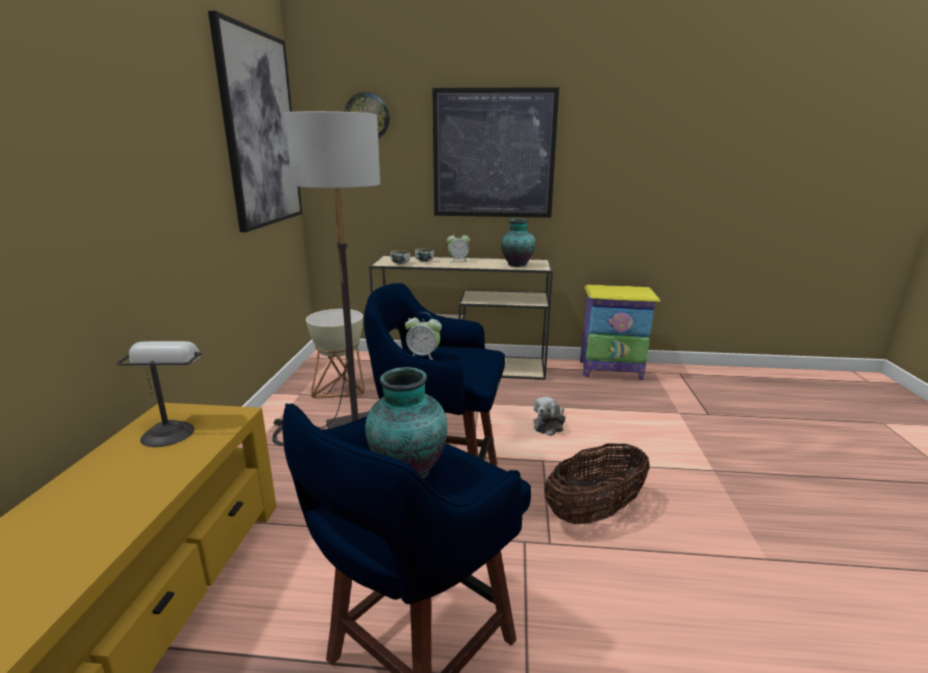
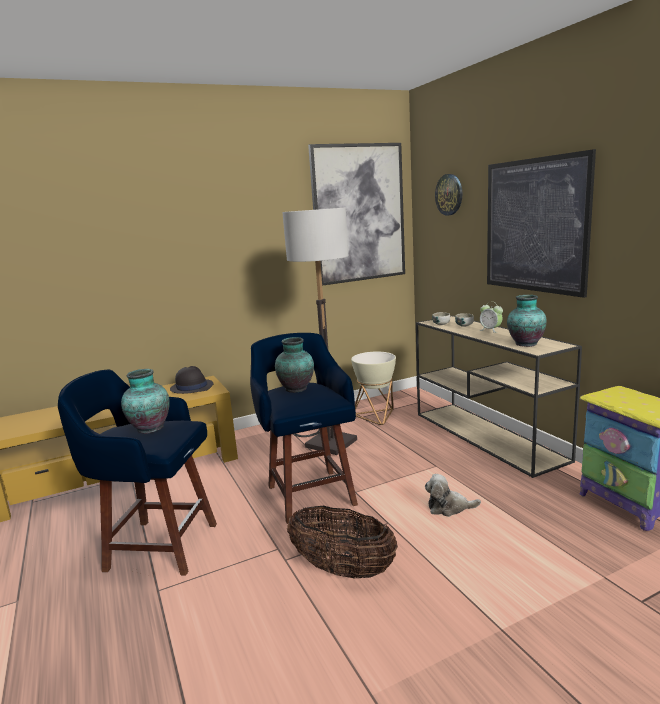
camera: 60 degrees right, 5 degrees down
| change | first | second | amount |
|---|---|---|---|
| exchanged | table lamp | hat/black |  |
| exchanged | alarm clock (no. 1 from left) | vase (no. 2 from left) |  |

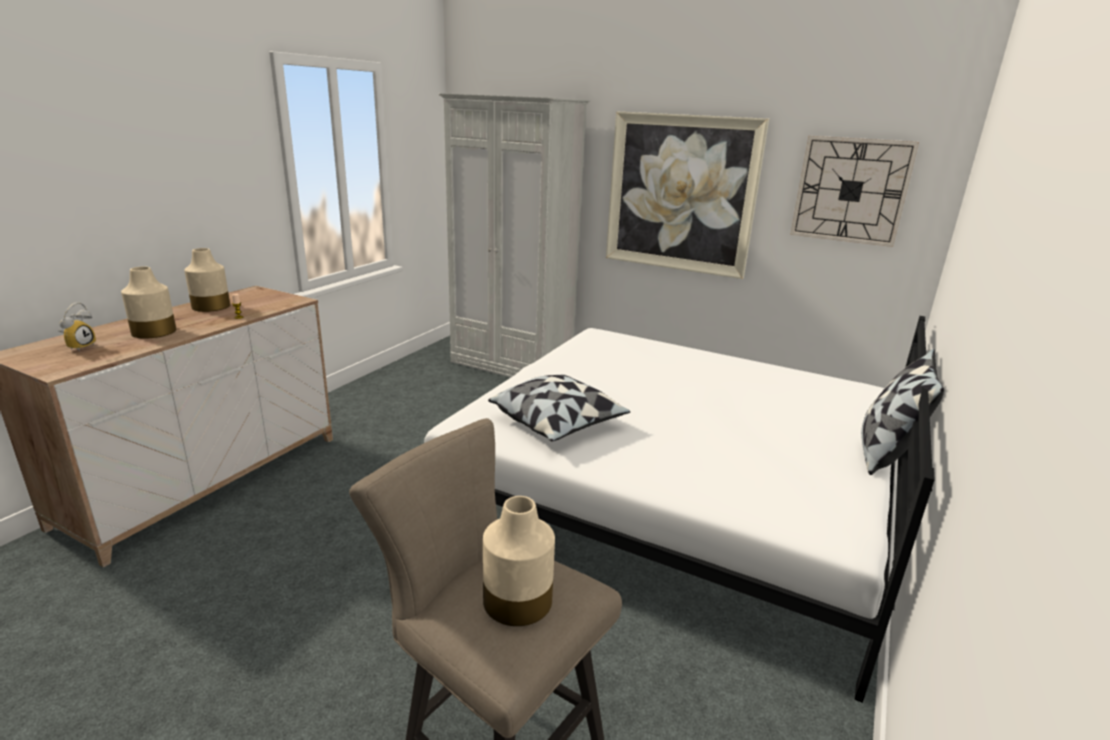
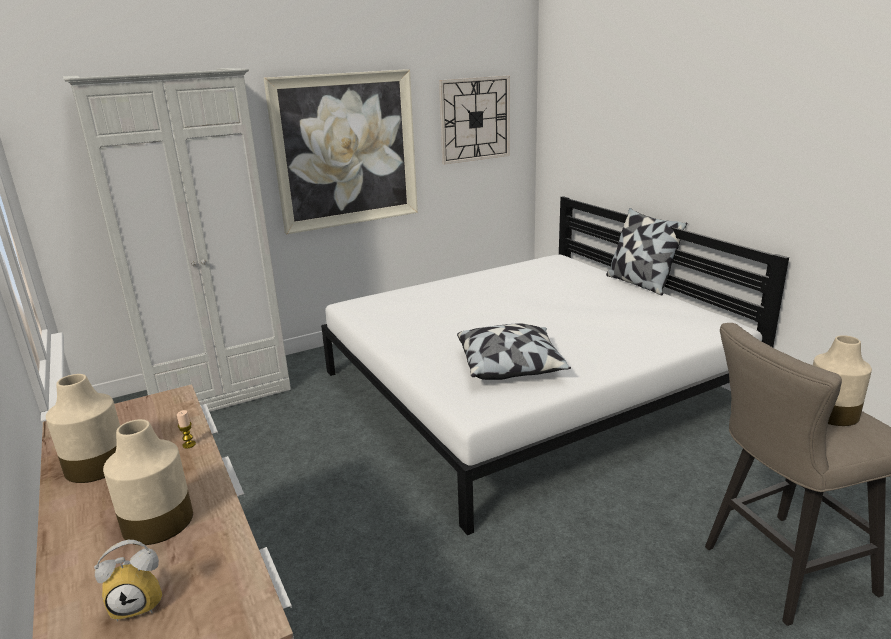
camera: 55 degrees left, 0 degrees up
| change | first | second | amount |
|---|---|---|---|
| spun | alarm clock |  | 120 degrees clockwise |

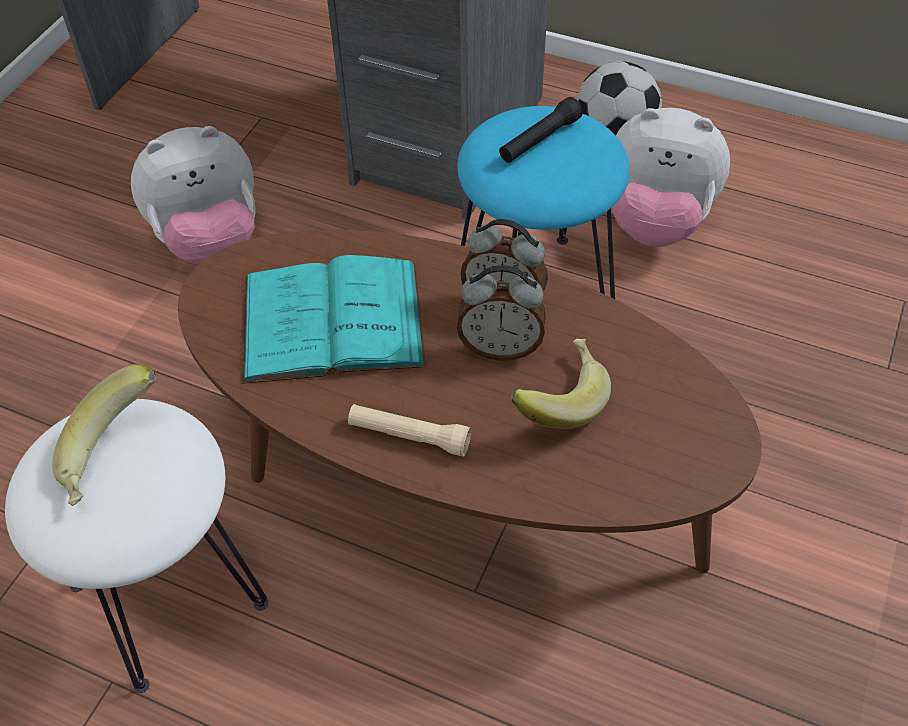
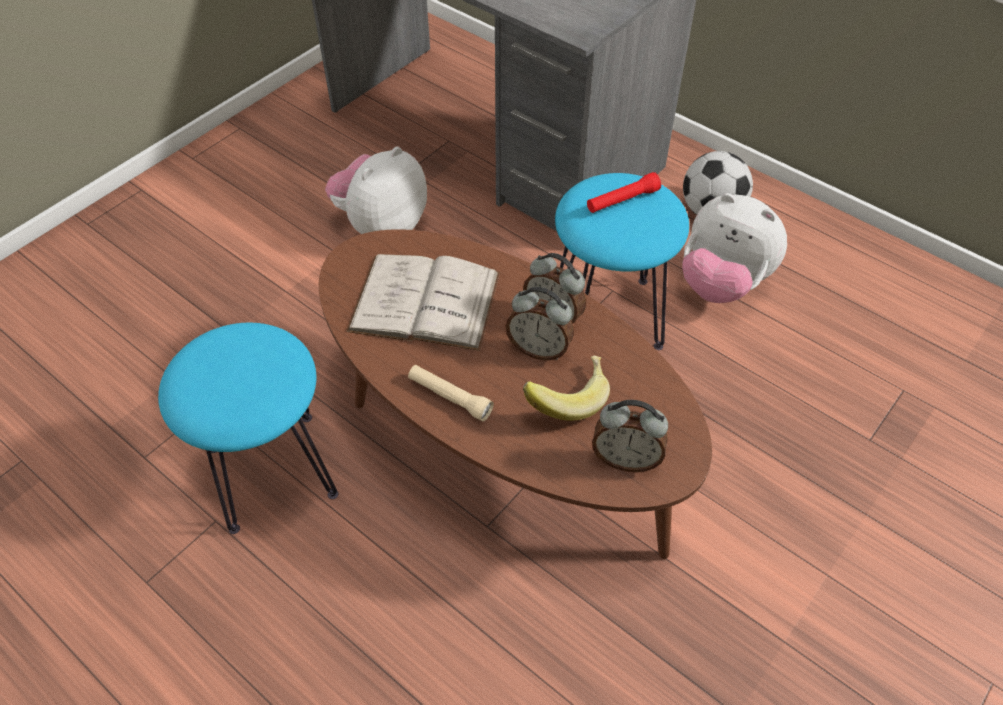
camera: 15 degrees right, 0 degrees up
| change | first | second | amount |
|---|---|---|---|
| colour | stool/white | stool/turquoise (no. 1 from left) |  |
| missing | banana (no. 1 from left) |  |  |
| spun | plush toy (no. 1 from left) |  | 135 degrees clockwise |
| colour | book/turquoise | book/white |  |
| colour | flashlight/black | flashlight/red |  |
| appeared |  | alarm clock (no. 3 from left) |  |

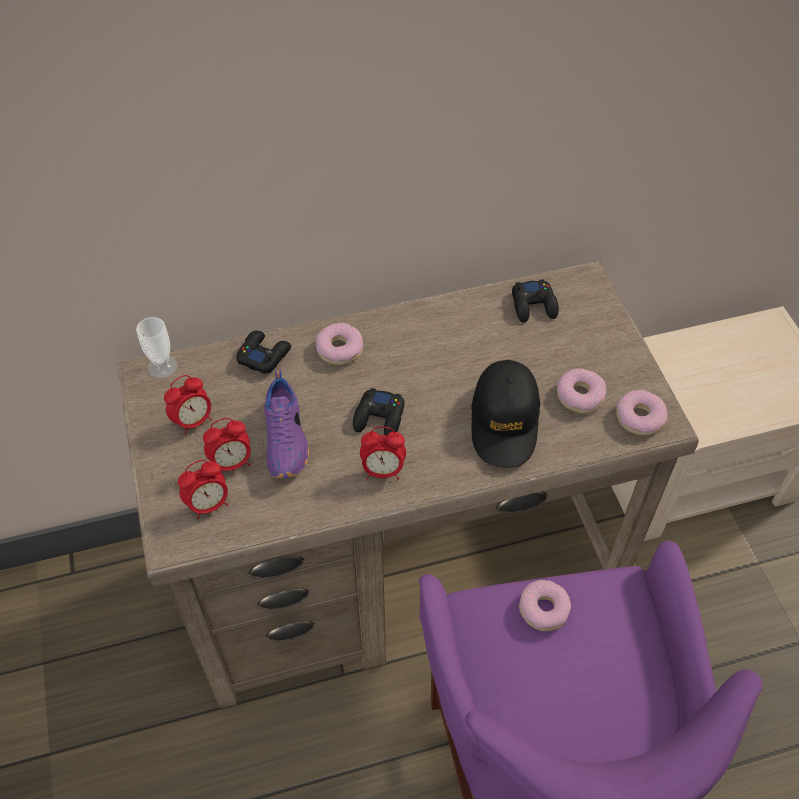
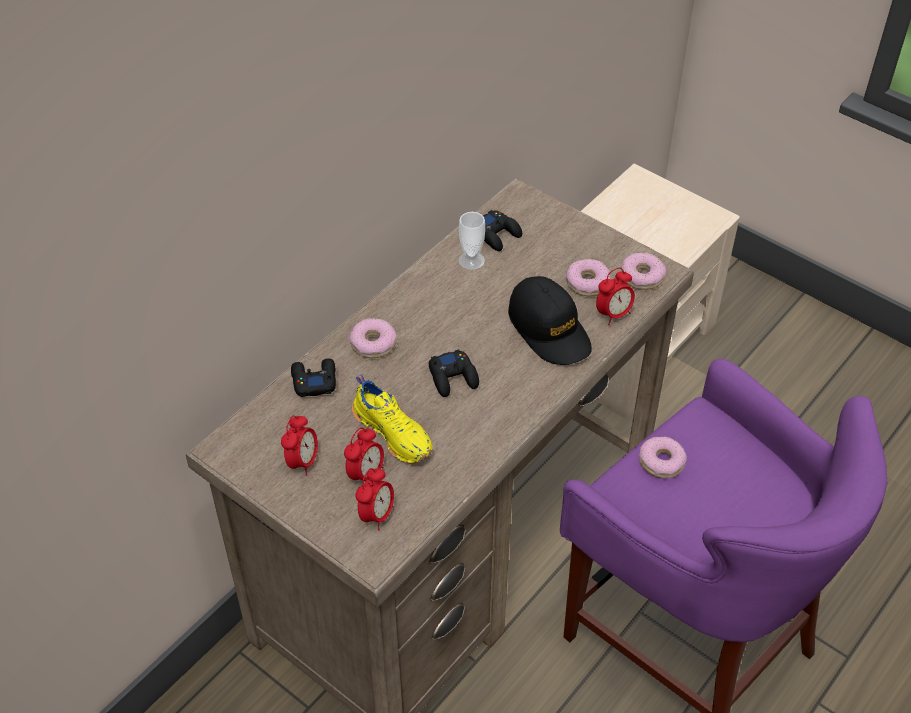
camera: 35 degrees left, 5 degrees down
| change | first | second | amount |
|---|---|---|---|
| relocated | cup |  |  |
| colour | shoe/purple | shoe/yellow |  |
| relocated | alarm clock (no. 4 from left) |  |  |

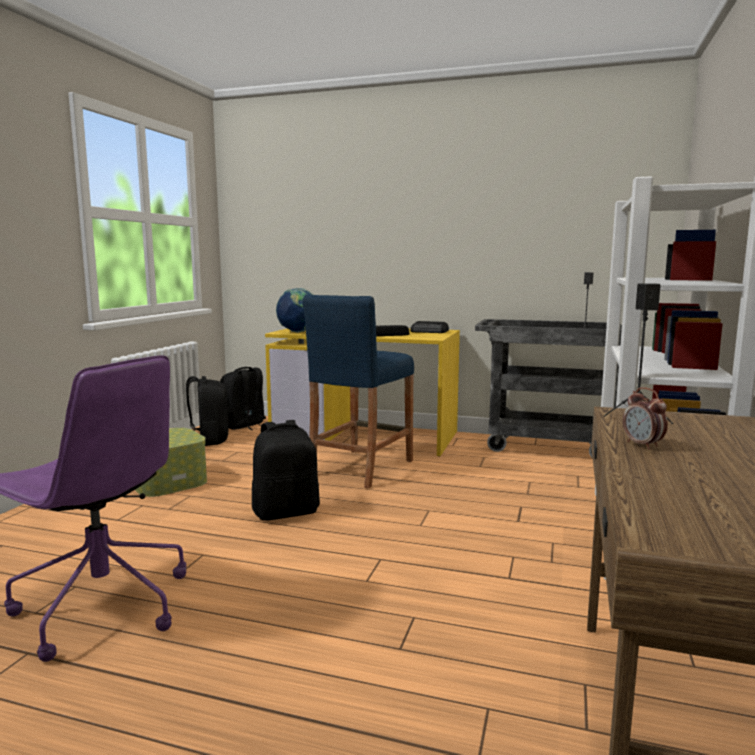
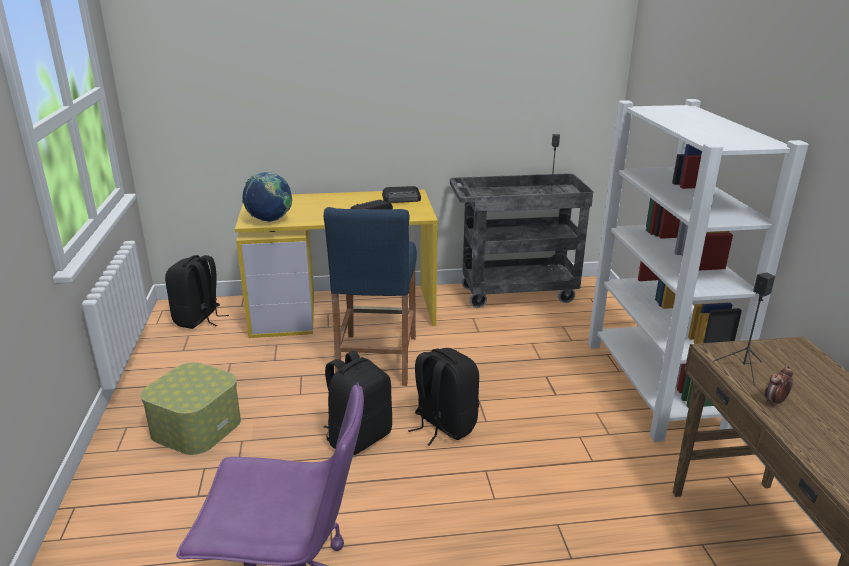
camera: 25 degrees left, 15 degrees up
| change | first | second | amount |
|---|---|---|---|
| relocated | backpack/black (no. 1 from left in the first image) | backpack/black (no. 3 from left) |  |
| spun | alarm clock |  | 105 degrees clockwise |

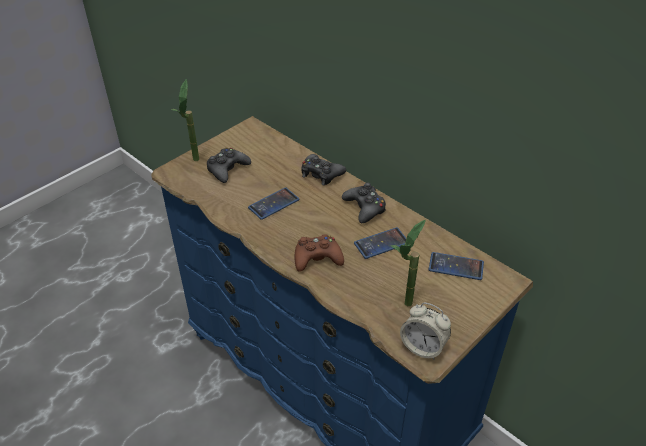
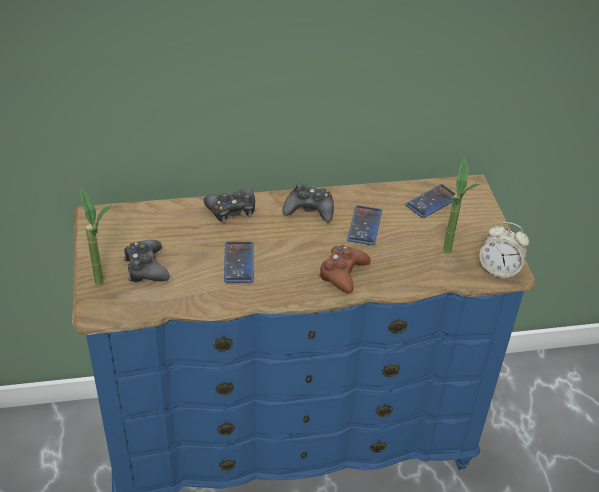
camera: 55 degrees left, 0 degrees up
| change | first | second | amount |
|---|---|---|---|
| spun | alarm clock |  | 45 degrees clockwise |

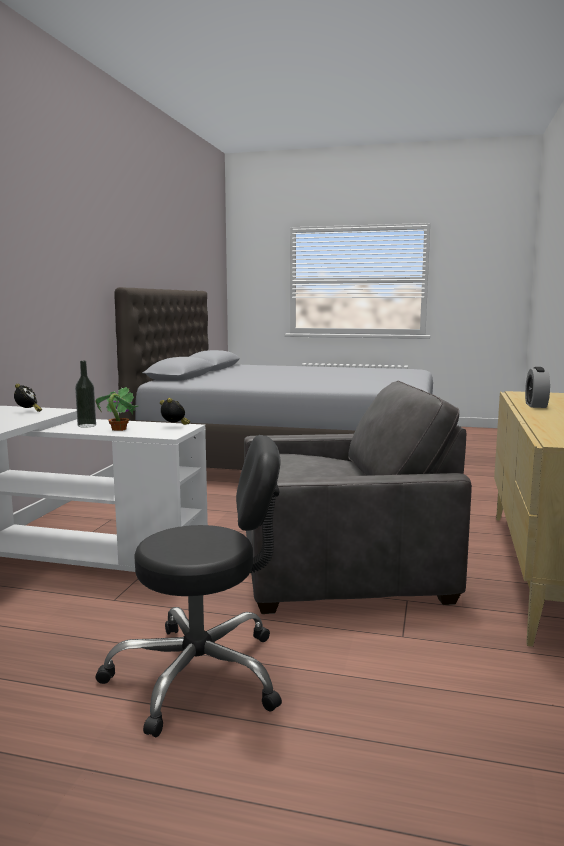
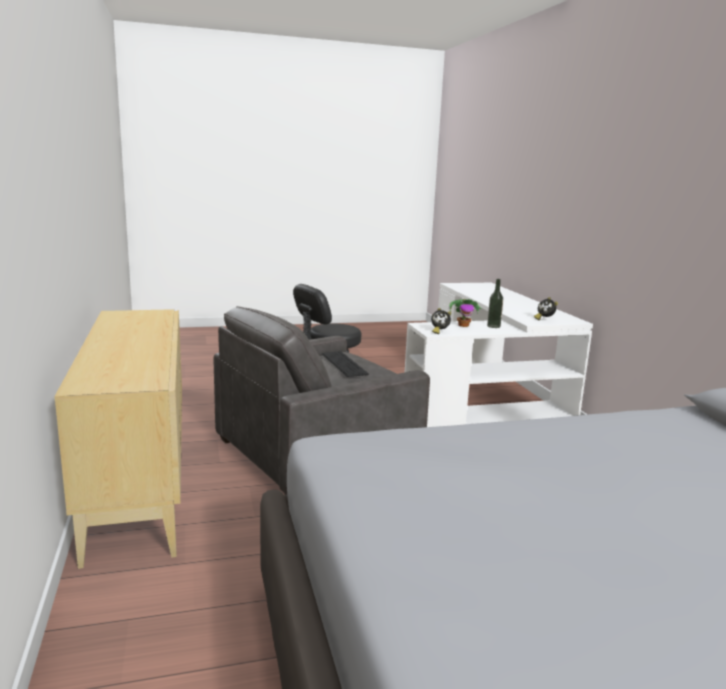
camera: 150 degrees right, 5 degrees up
| change | first | second | amount |
|---|---|---|---|
| missing | alarm clock (no. 3 from left) |  |  |
| appeared |  | keyboard |  |

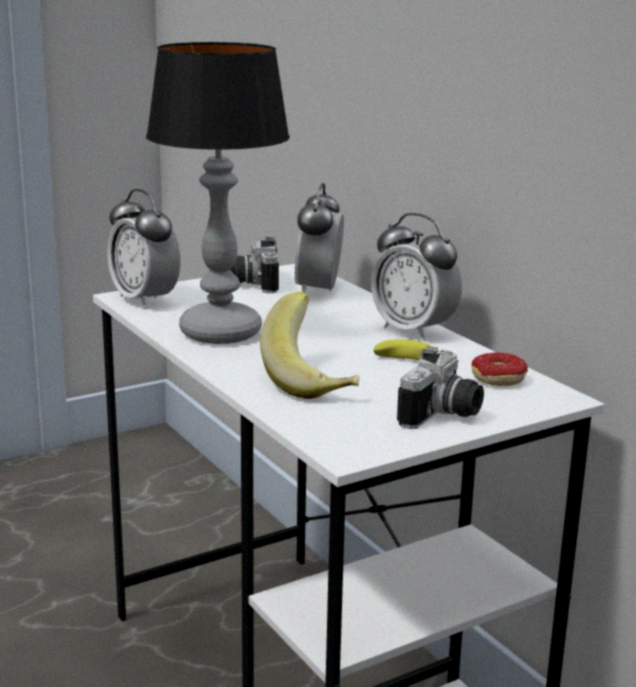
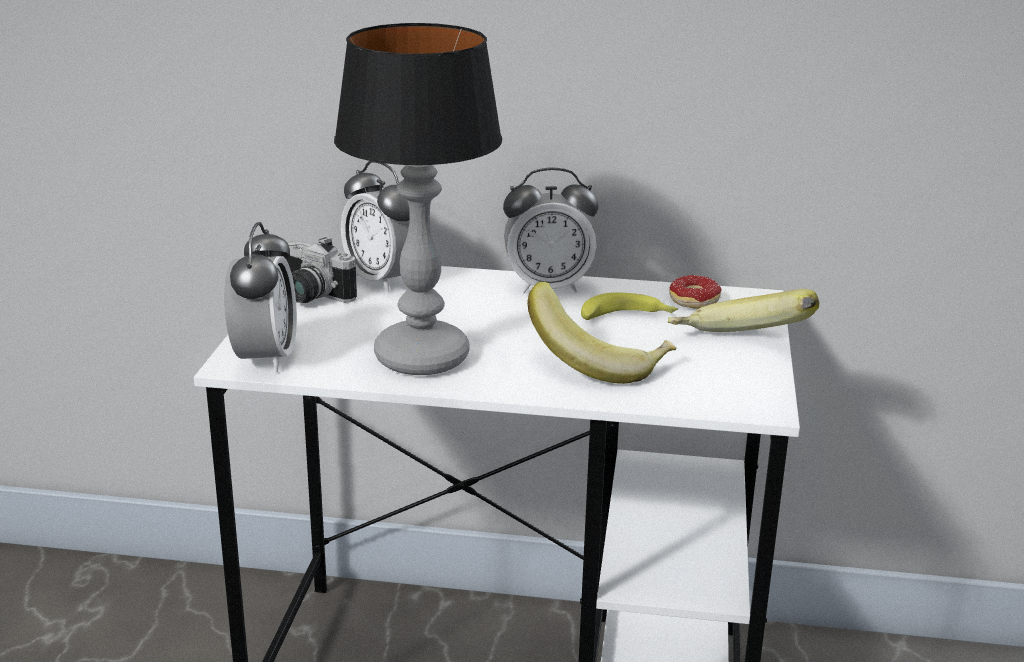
camera: 50 degrees left, 5 degrees up
| change | first | second | amount |
|---|---|---|---|
| spun | alarm clock (no. 1 from left) |  | 90 degrees counterclockwise |
| exchanged | photo camera (no. 2 from left) | banana (no. 3 from left) |  |

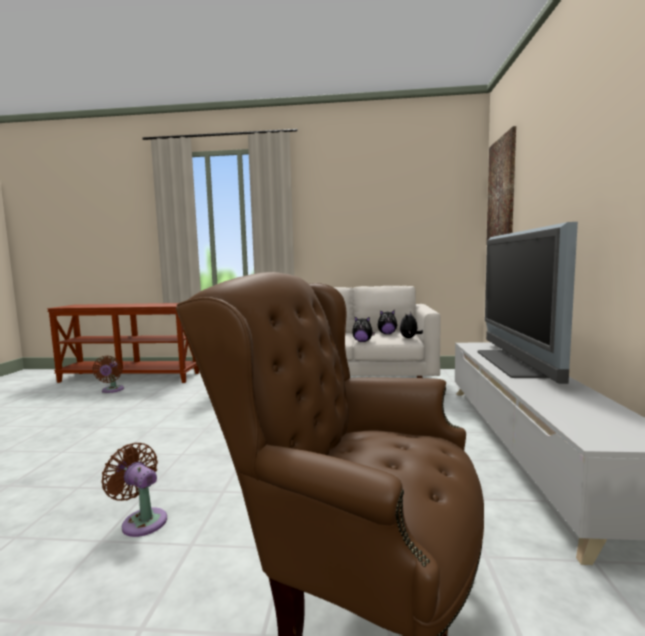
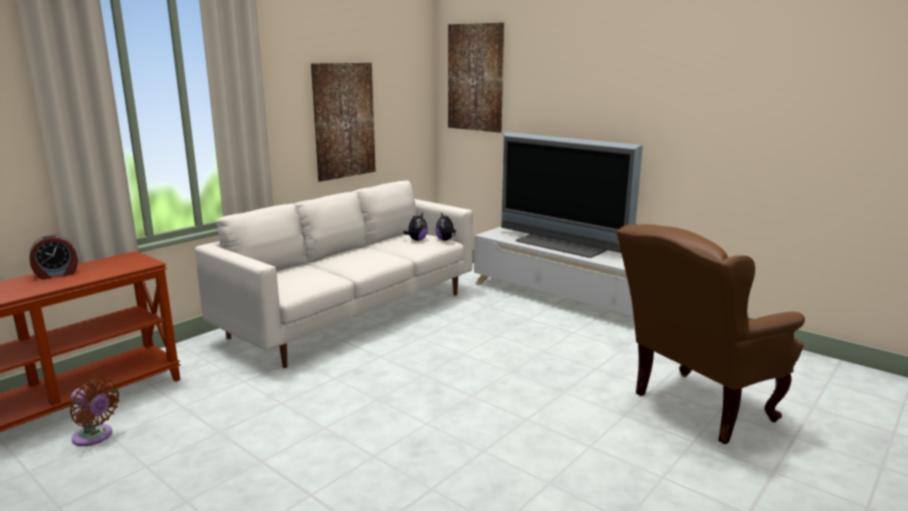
camera: 55 degrees left, 10 degrees up
| change | first | second | amount |
|---|---|---|---|
| missing | fan/brown (no. 2 from left) |  |  |
| missing | plush toy (no. 1 from left) |  |  |
| appeared |  | alarm clock |  |
| appeared |  | picture (no. 1 from left) |  |

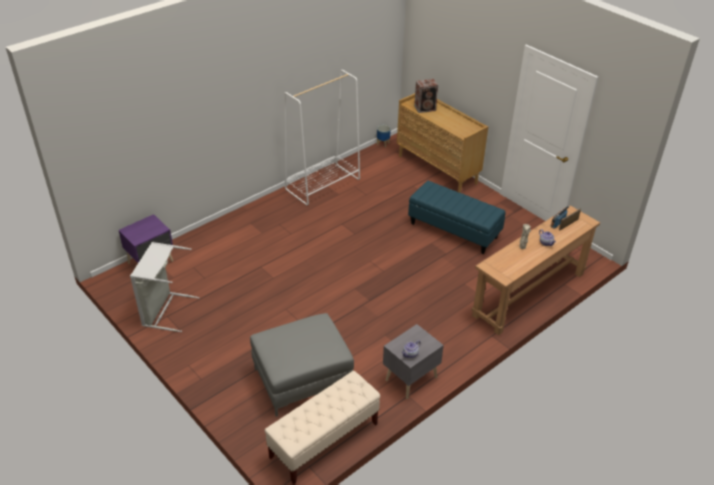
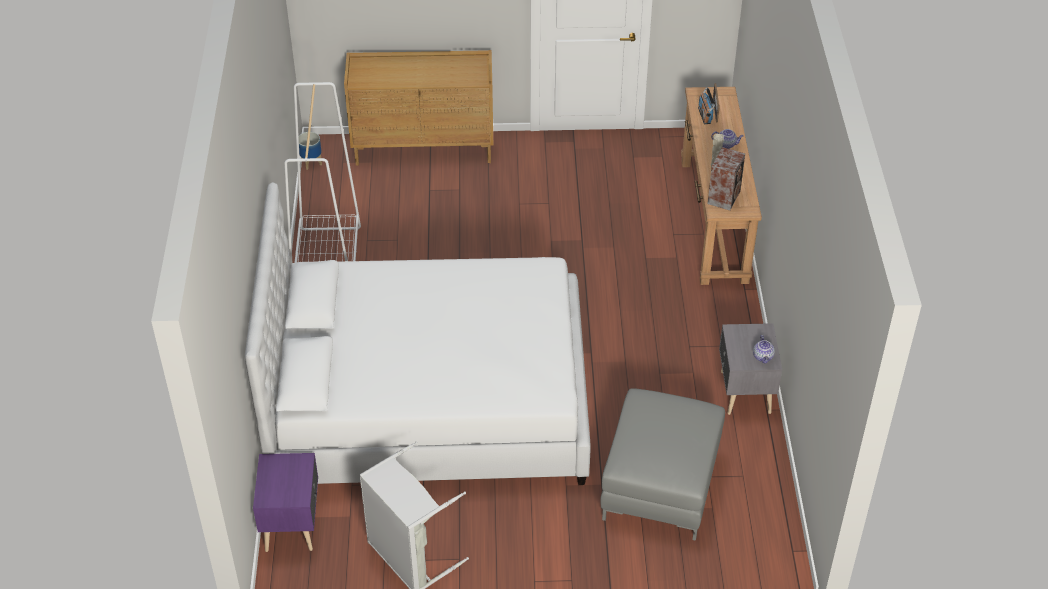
camera: 50 degrees left, 5 degrees up
| change | first | second | amount |
|---|---|---|---|
| missing | bench/beige |  |  |
| missing | ottoman/blue |  |  |
| relocated | speaker |  |  |
| appeared |  | bed/white |  |

